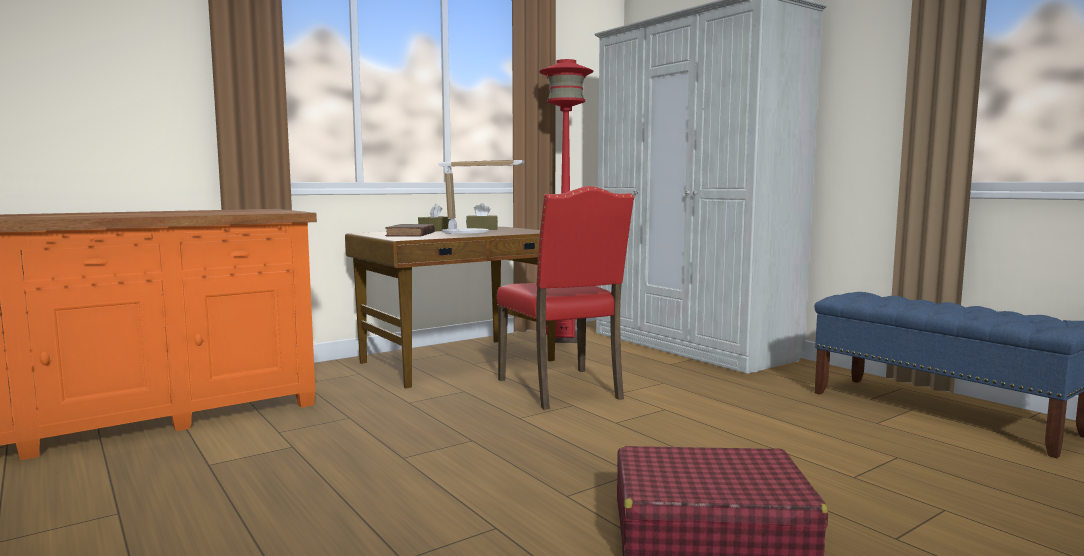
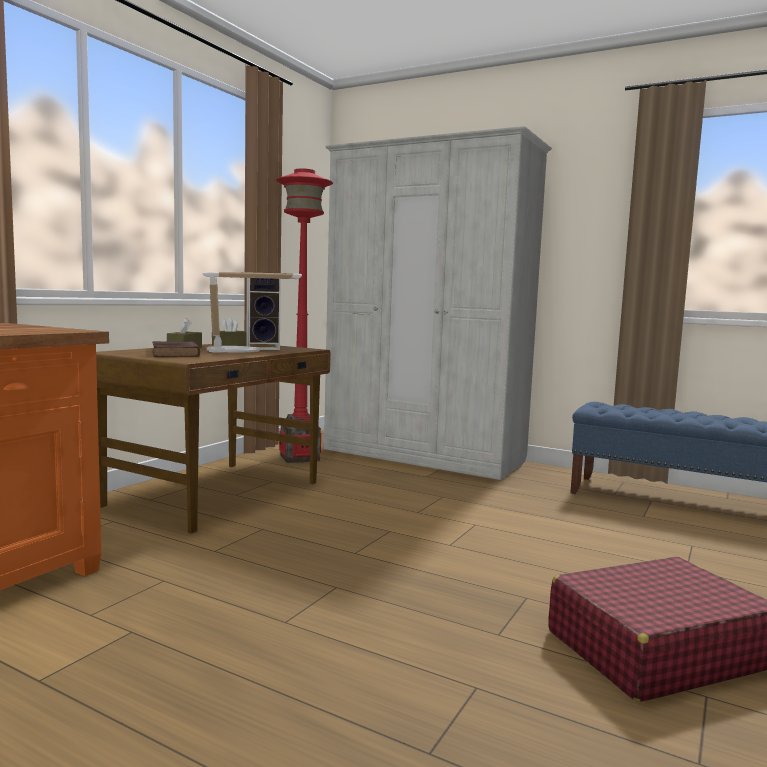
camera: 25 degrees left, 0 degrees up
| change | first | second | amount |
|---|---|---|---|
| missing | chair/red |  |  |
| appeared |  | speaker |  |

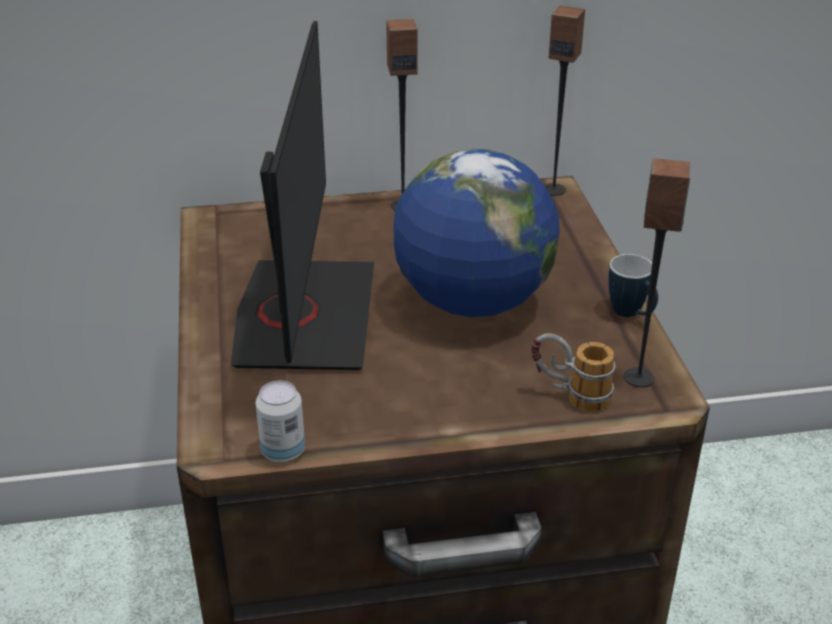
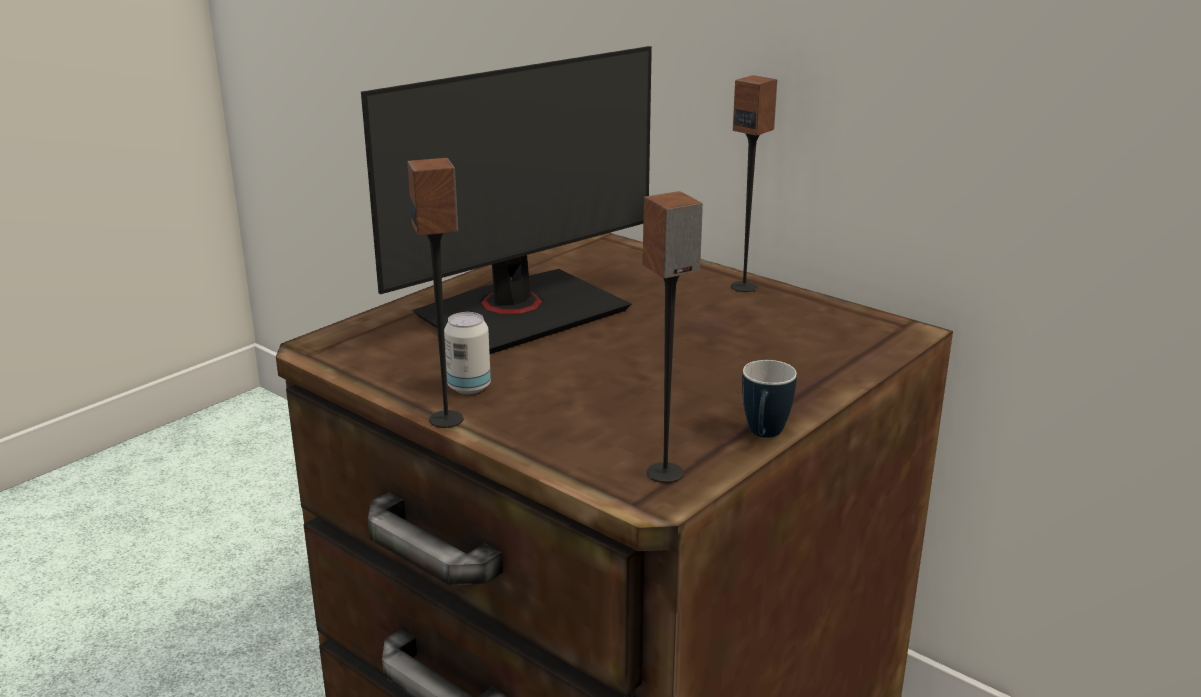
camera: 50 degrees right, 10 degrees down
| change | first | second | amount |
|---|---|---|---|
| relocated | can |  |  |
| missing | globe |  |  |
| missing | mug (no. 1 from left) |  |  |
| relocated | speaker (no. 2 from left in the first image) | speaker (no. 1 from left) |  |

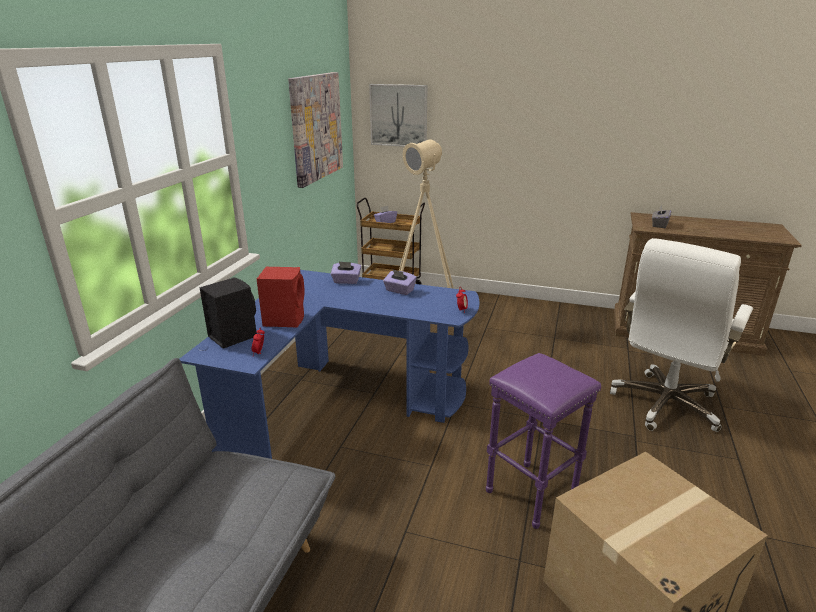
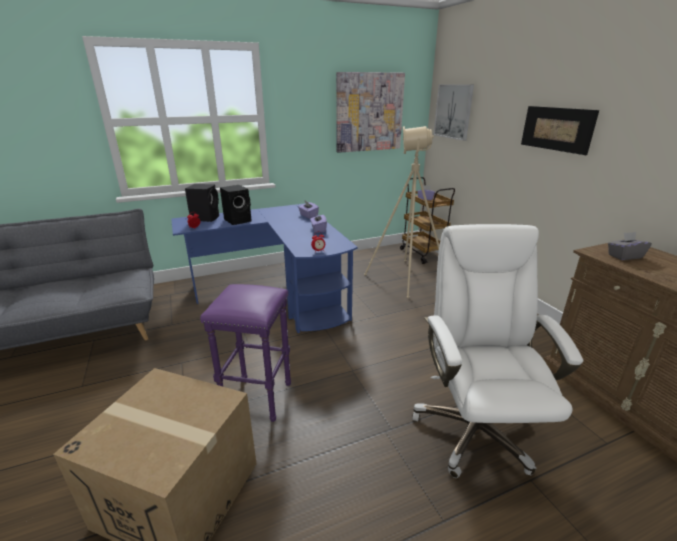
camera: 50 degrees right, 0 degrees up
| change | first | second | amount |
|---|---|---|---|
| colour | speaker/red | speaker/black (no. 2 from left) |  |
| spun | office chair/white |  | 90 degrees clockwise |
| appeared |  | picture (no. 3 from left) |  |

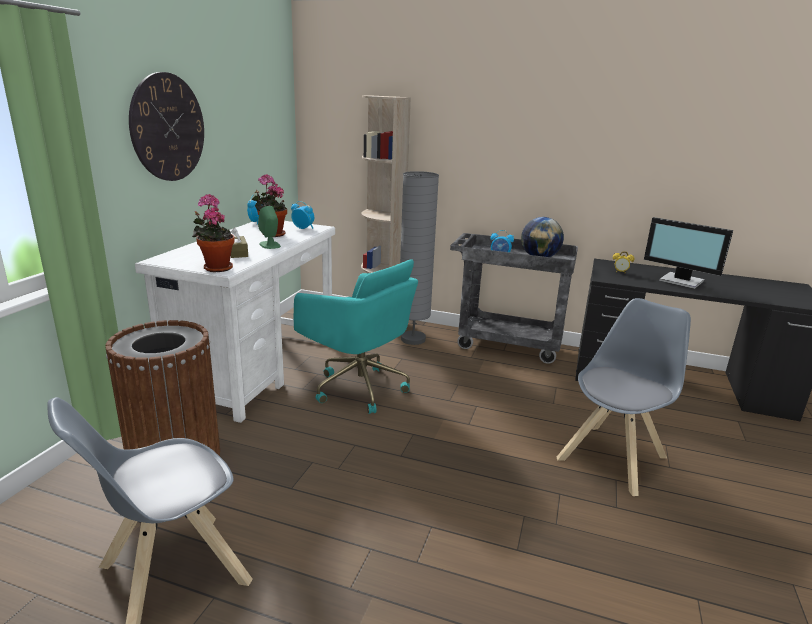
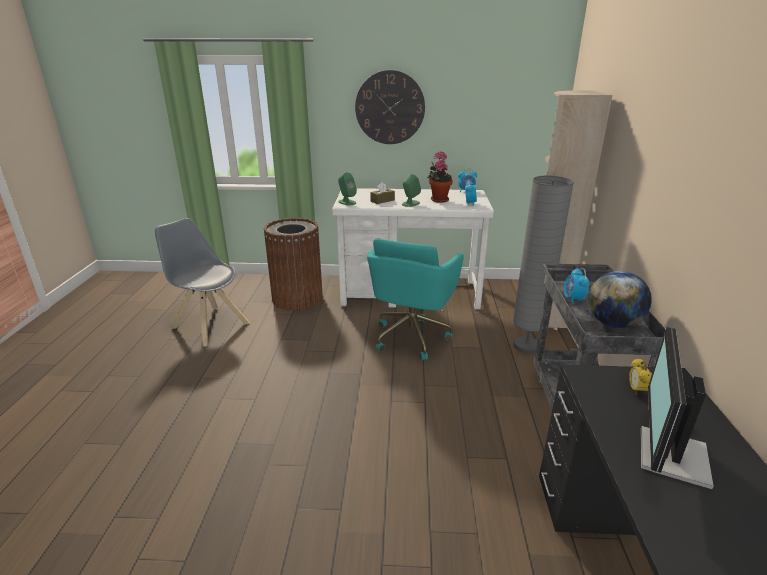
camera: 75 degrees right, 5 degrees up
| change | first | second | amount |
|---|---|---|---|
| exchanged | potted plant (no. 1 from left) | speaker/green (no. 1 from left) |  |
| missing | chair/grey (no. 2 from left) |  |  |

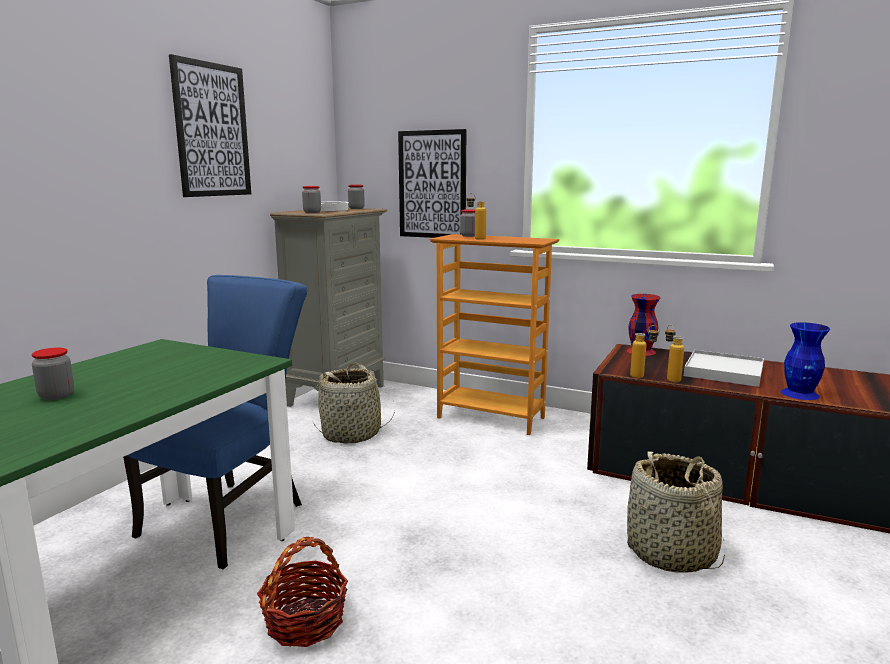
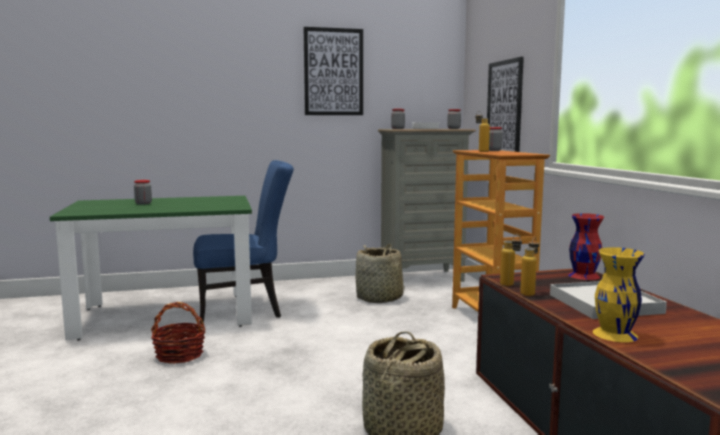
camera: 50 degrees right, 5 degrees down
| change | first | second | amount |
|---|---|---|---|
| colour | vase/blue | vase/yellow |  |

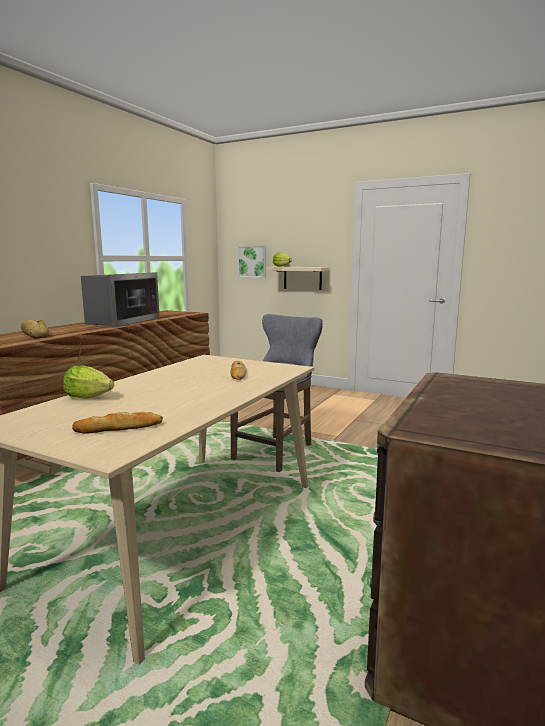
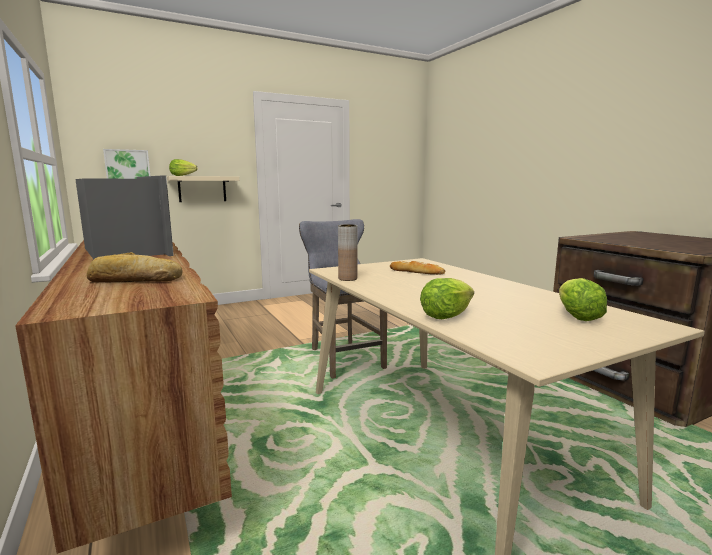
camera: 55 degrees left, 0 degrees up
| change | first | second | amount |
|---|---|---|---|
| exchanged | bread (no. 2 from left) | lettuce (no. 3 from left) |  |
| appeared |  | vase/brown |  |

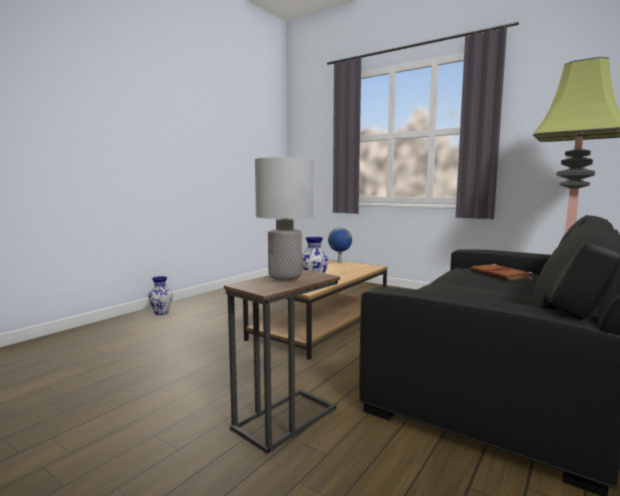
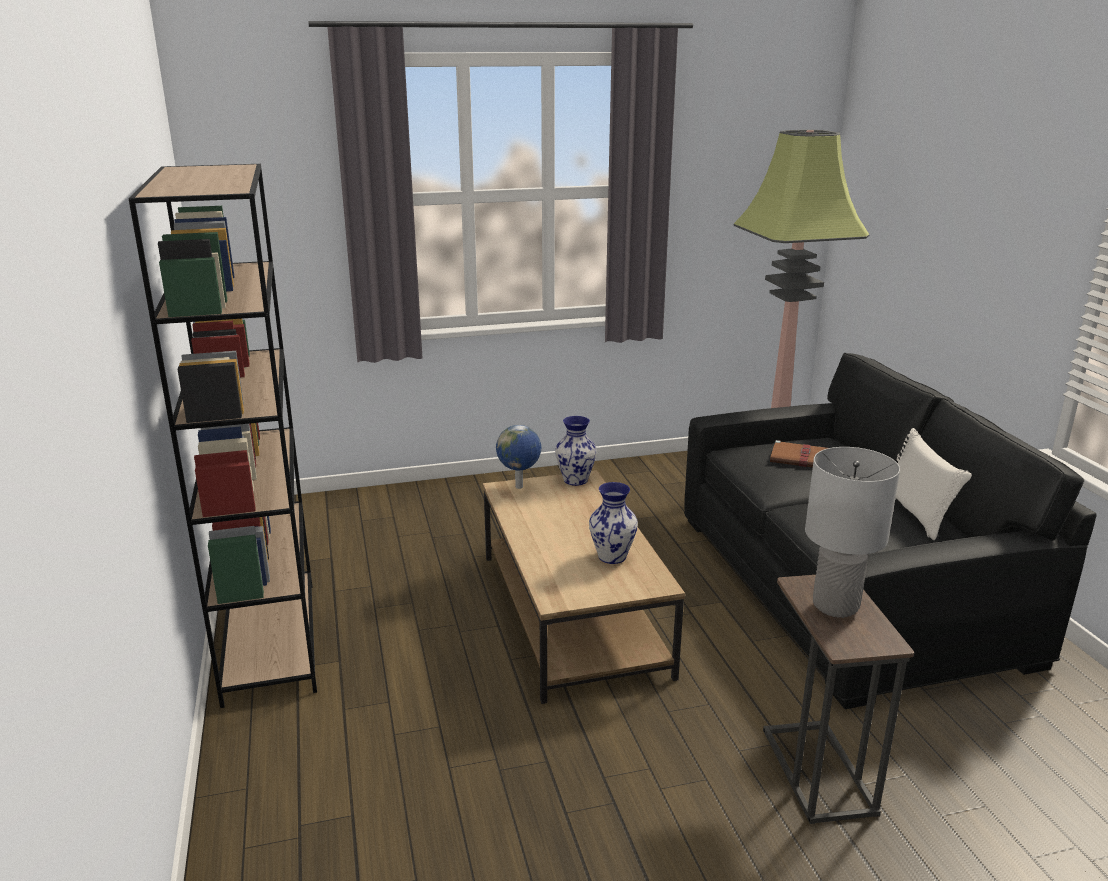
camera: 50 degrees left, 15 degrees up
| change | first | second | amount |
|---|---|---|---|
| relocated | vase (no. 1 from left) |  |  |
| appeared |  | bookcase/beige |  |
| appeared |  | pillow/white |  |

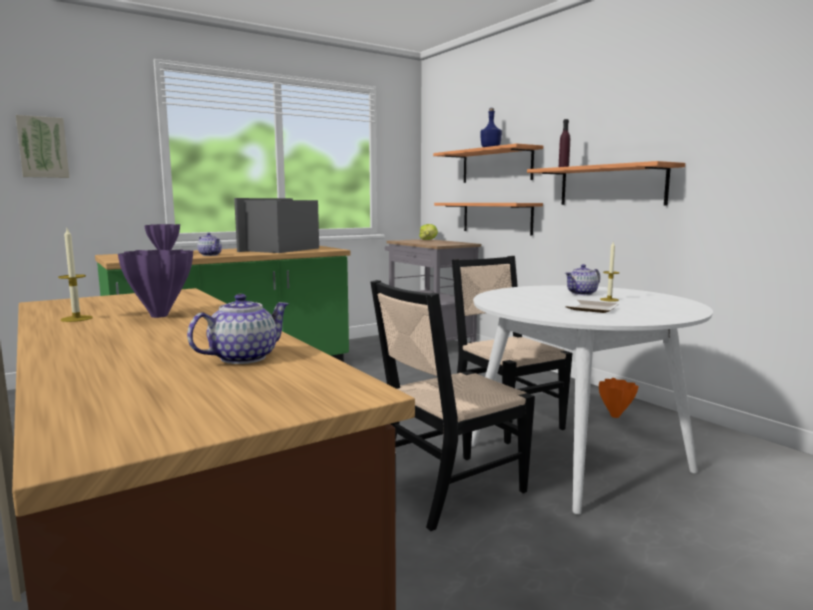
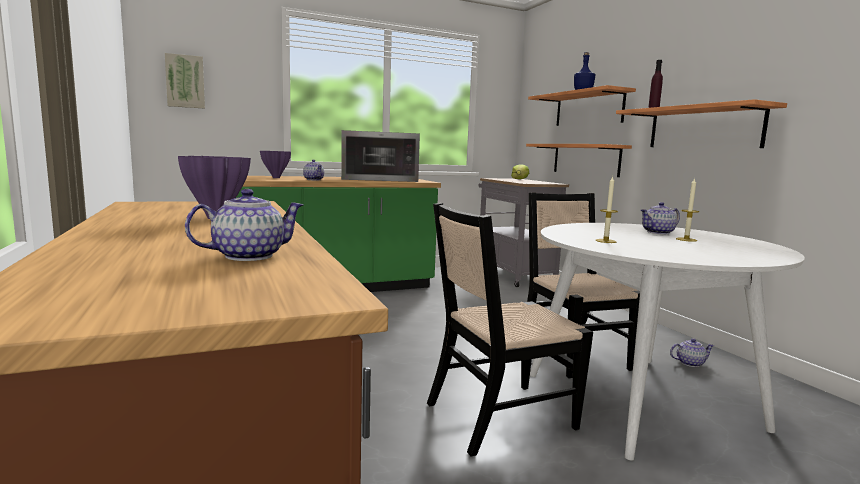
camera: 10 degrees right, 0 degrees up
| change | first | second | amount |
|---|---|---|---|
| relocated | candle (no. 1 from left) |  |  |
| spun | microwave |  | 135 degrees counterclockwise |
| missing | plate |  |  |
| exchanged | vase/orange | teapot (no. 4 from left) |  |

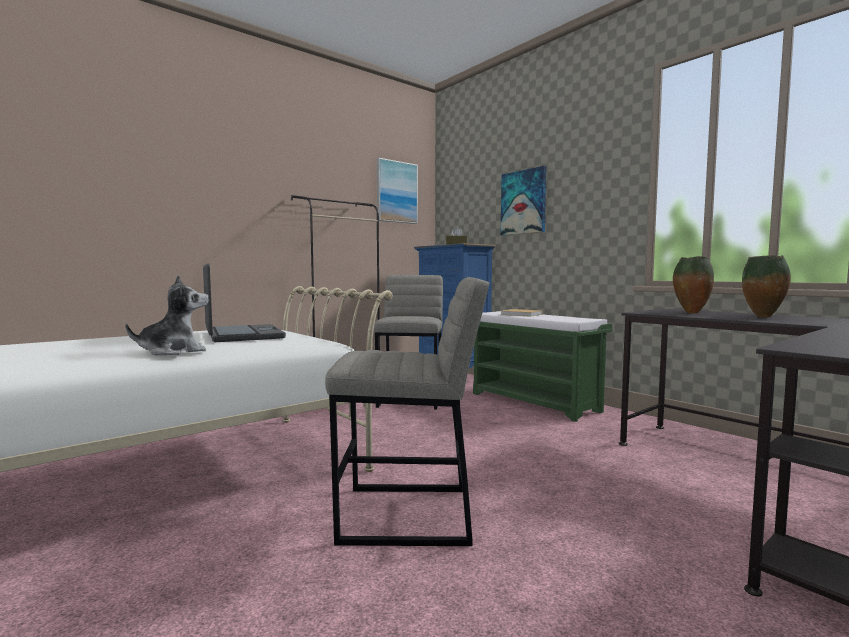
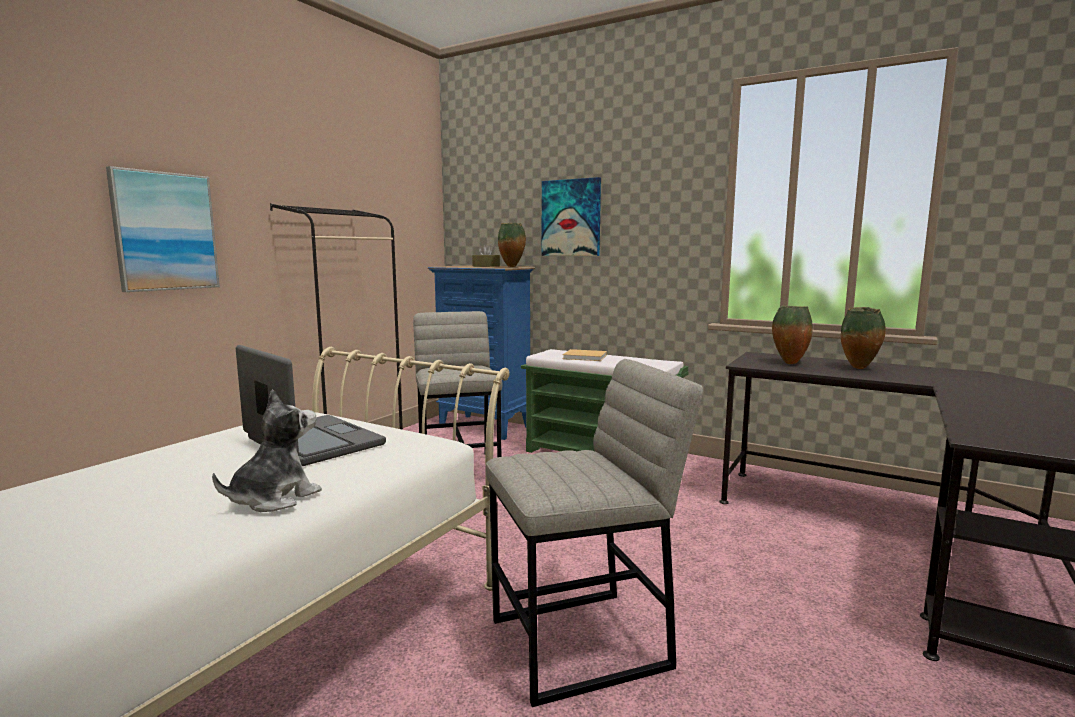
camera: 20 degrees left, 5 degrees up
| change | first | second | amount |
|---|---|---|---|
| relocated | picture (no. 1 from left) |  |  |
| appeared |  | vase (no. 1 from left) |  |

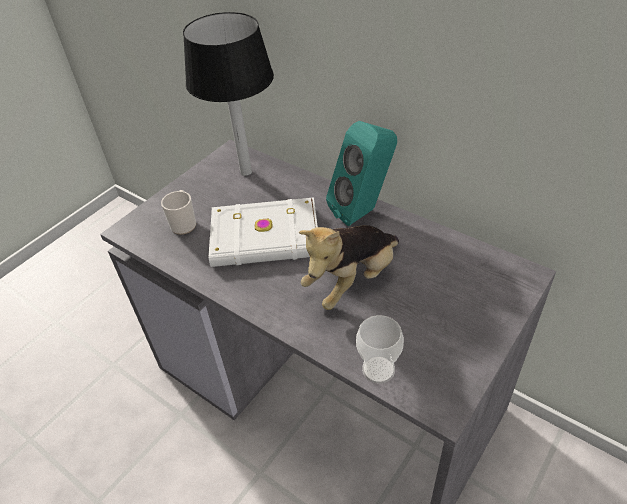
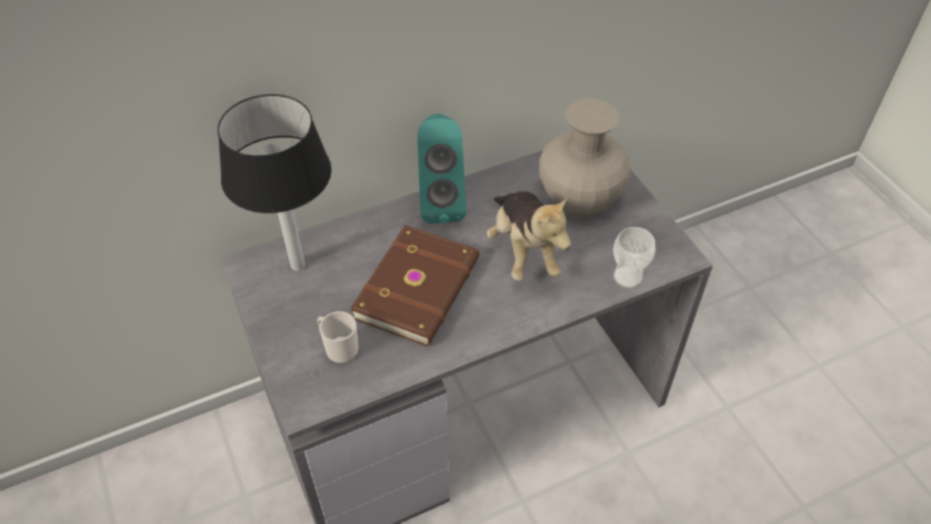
camera: 65 degrees left, 5 degrees up
| change | first | second | amount |
|---|---|---|---|
| colour | book/white | book/brown |  |
| appeared |  | vase/beige |  |

